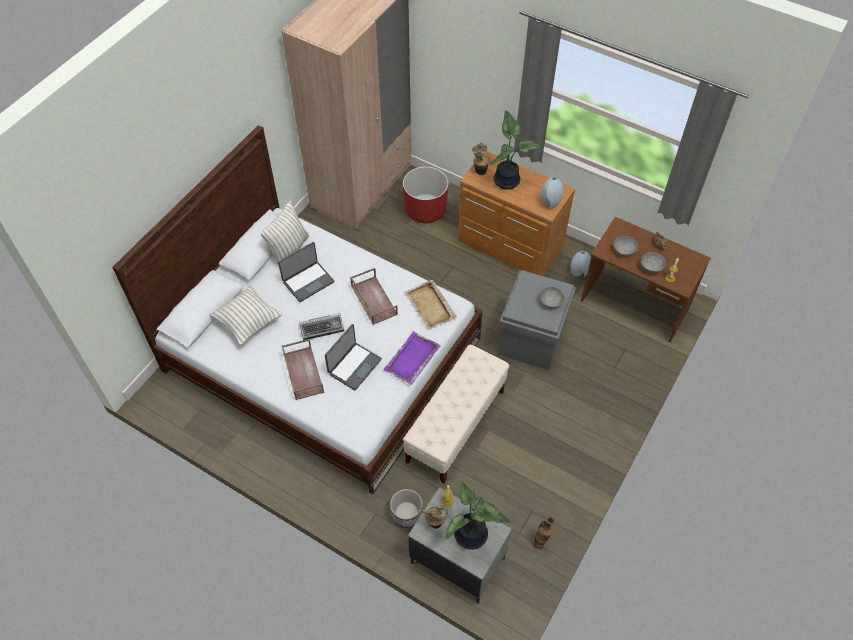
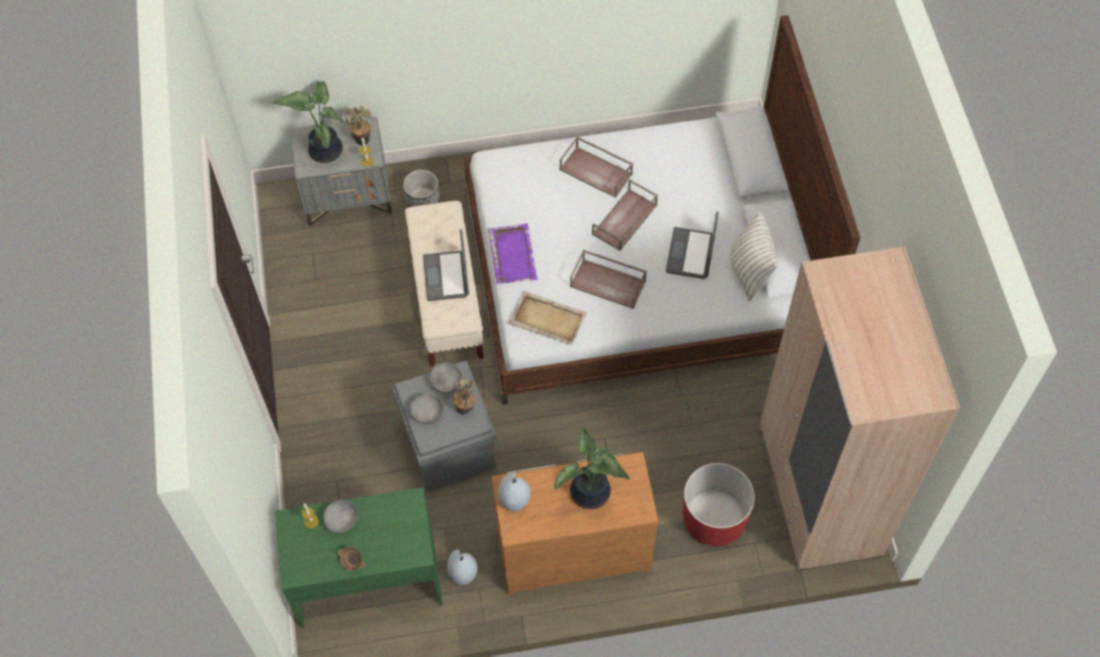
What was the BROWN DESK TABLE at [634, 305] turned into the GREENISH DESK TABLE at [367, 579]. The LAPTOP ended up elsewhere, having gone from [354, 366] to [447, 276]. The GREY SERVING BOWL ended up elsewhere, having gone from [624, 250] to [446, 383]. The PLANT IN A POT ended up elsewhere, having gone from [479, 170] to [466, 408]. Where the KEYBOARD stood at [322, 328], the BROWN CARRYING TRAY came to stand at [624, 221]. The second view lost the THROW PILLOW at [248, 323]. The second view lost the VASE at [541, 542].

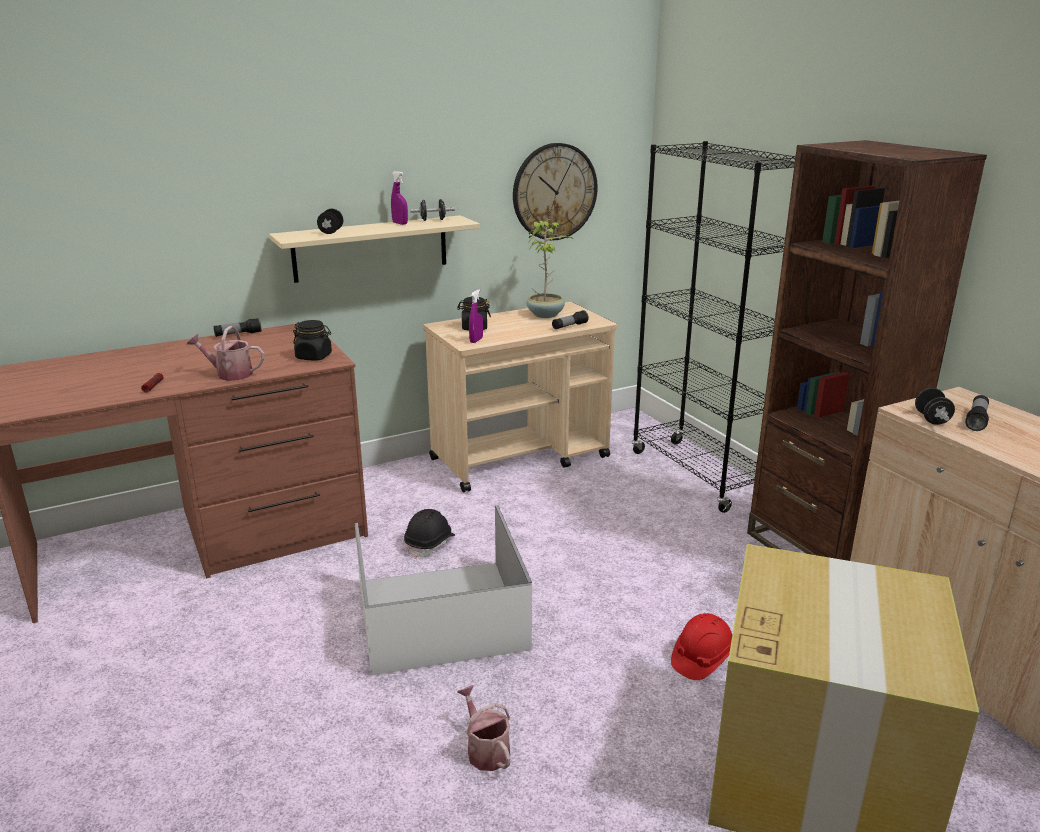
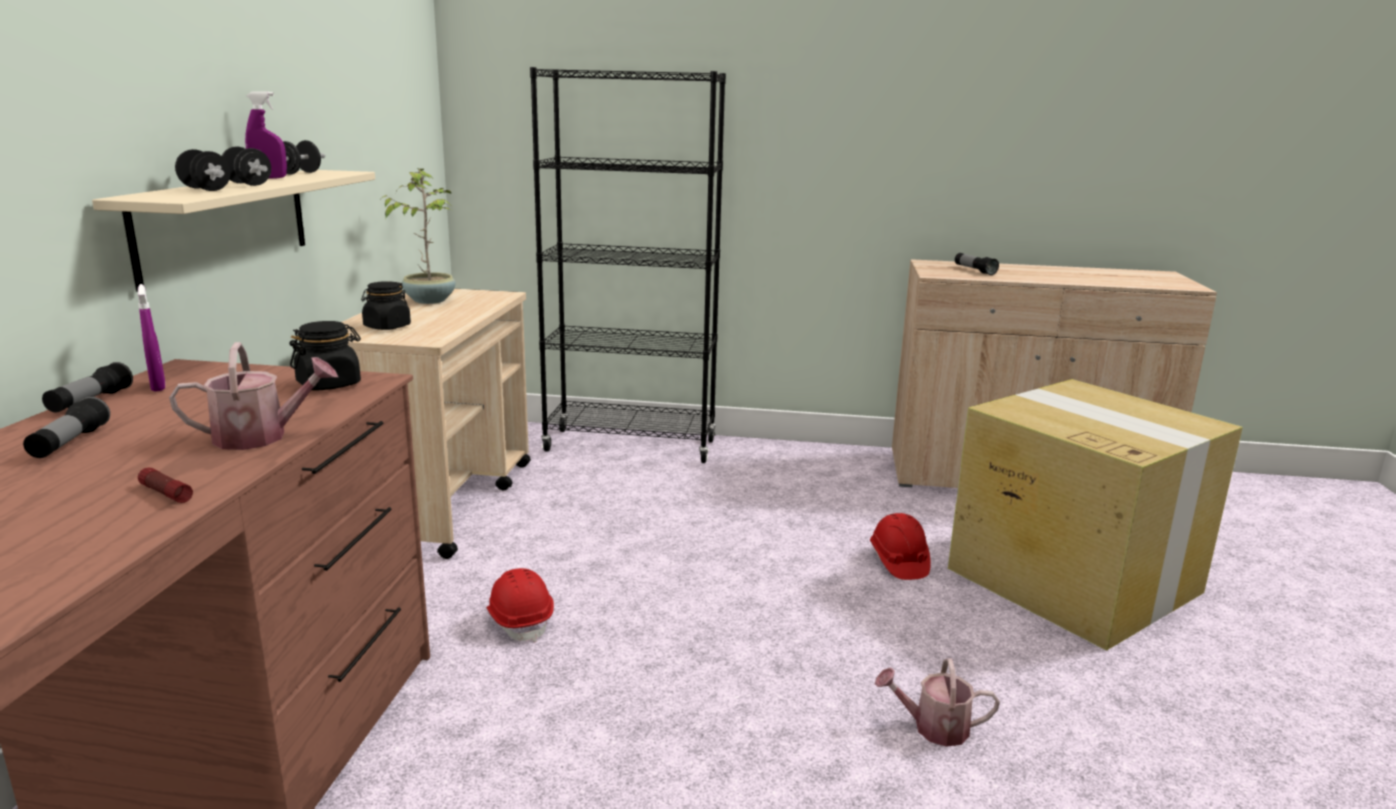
The TORCH ended up elsewhere, having gone from [569, 326] to [70, 443]. The PURPLISH SPRAY BOTTLE ended up elsewhere, having gone from [476, 340] to [158, 386]. The WATERING POT at [229, 374] ended up facing another way, 150 degrees counterclockwise from before. The BLACK FREE WEIGHT ended up elsewhere, having gone from [931, 419] to [248, 184]. What was the BLACK HARD HAT at [430, 544] turned into the RED-COLOURED HARD HAT at [520, 620]. The second view lost the WHITE-COLOURED STORAGE CONTAINER at [443, 614]. The second view lost the HANGING CLOCK at [554, 192]. The second view lost the BROWN BOOKSHELF at [819, 551].

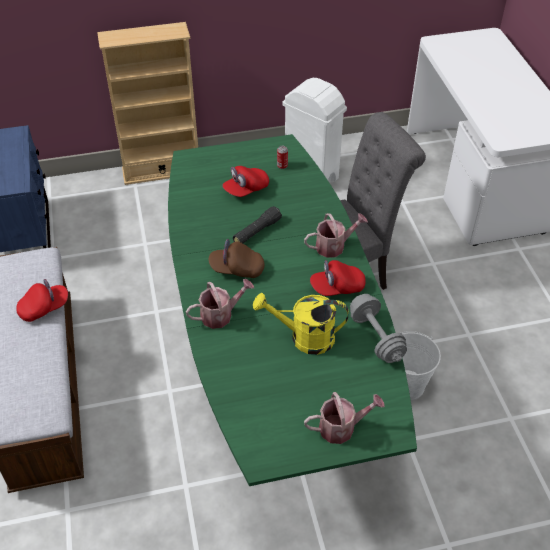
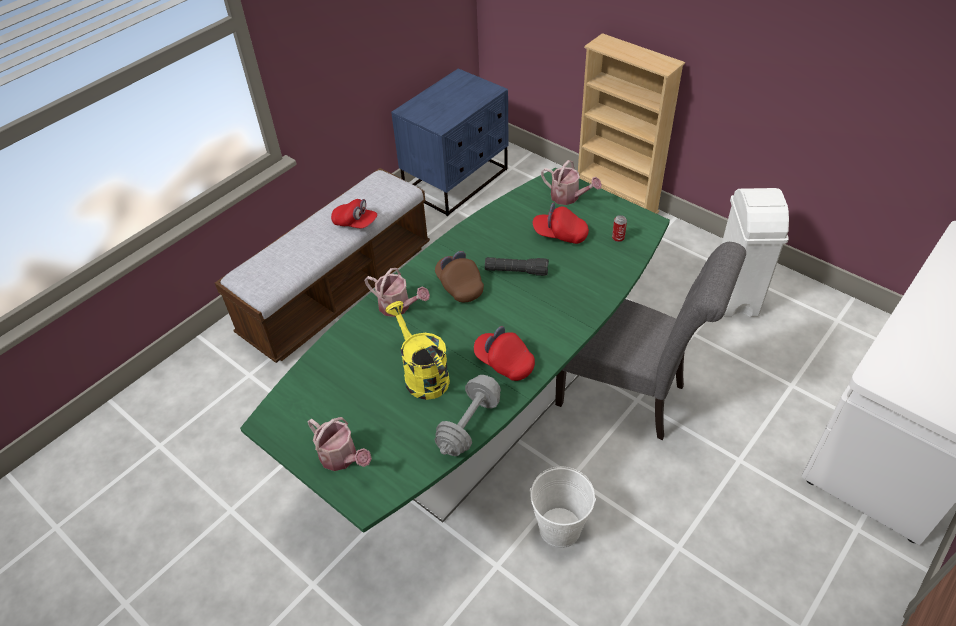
The WATERING POT ended up elsewhere, having gone from [334, 246] to [568, 197].

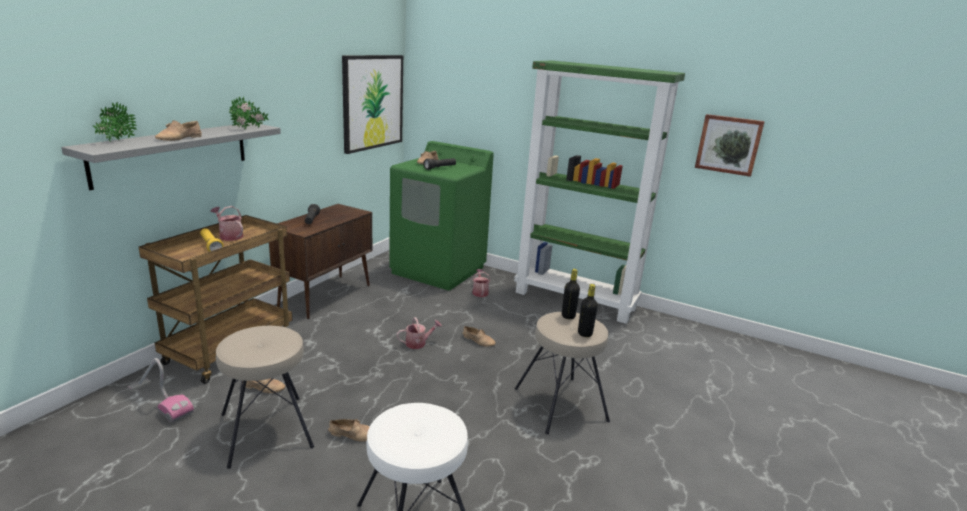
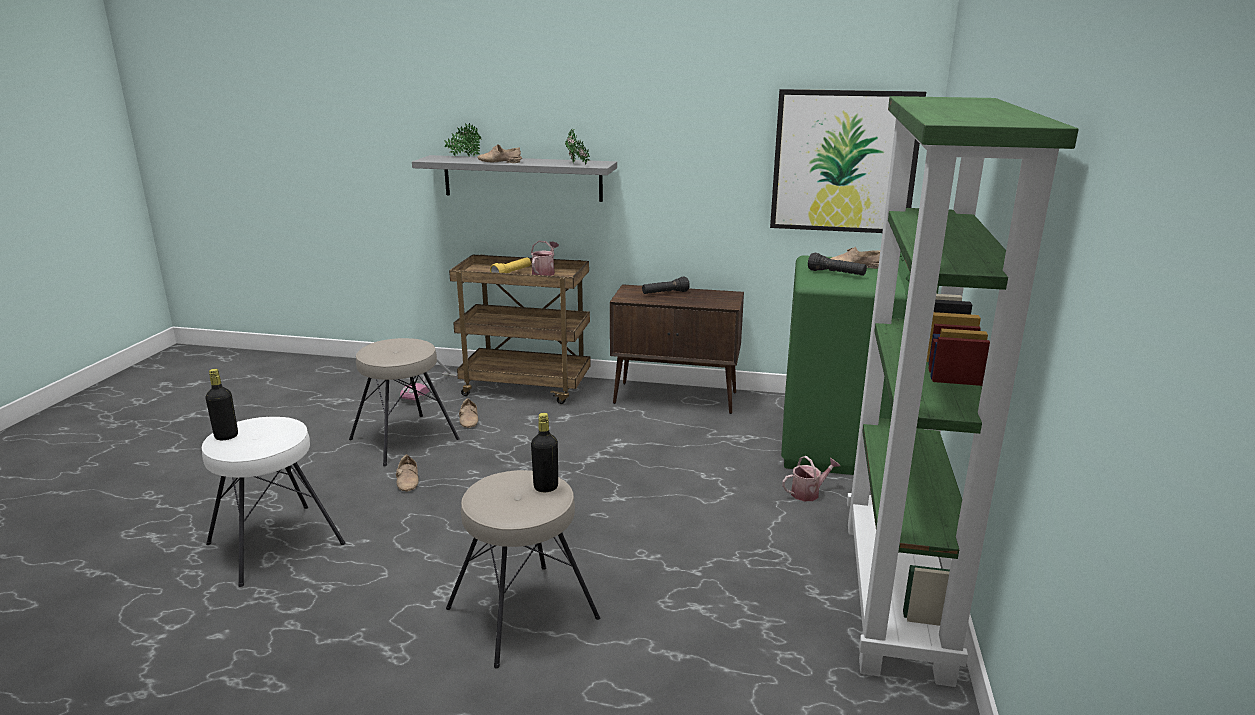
The BLACK DRINK BOTTLE ended up elsewhere, having gone from [585, 333] to [226, 436]. The second view lost the WATERING POT at [418, 343]. The second view lost the BEIGE LOW SHOE at [479, 340]. The second view lost the WALL ART at [728, 144].

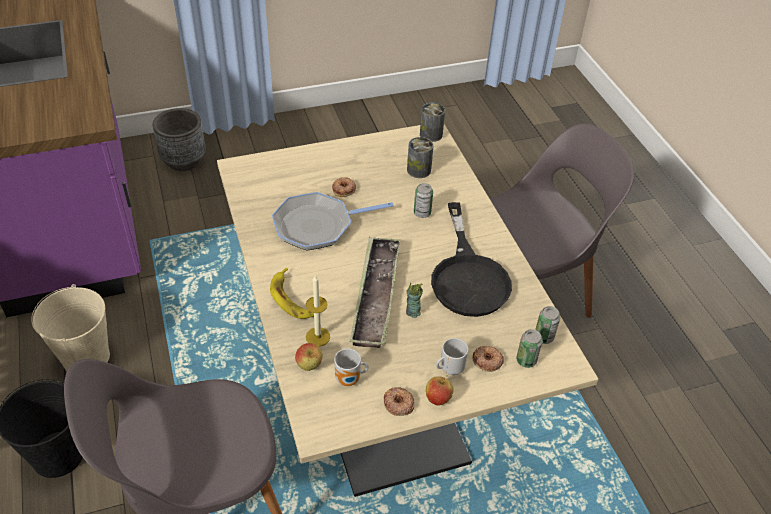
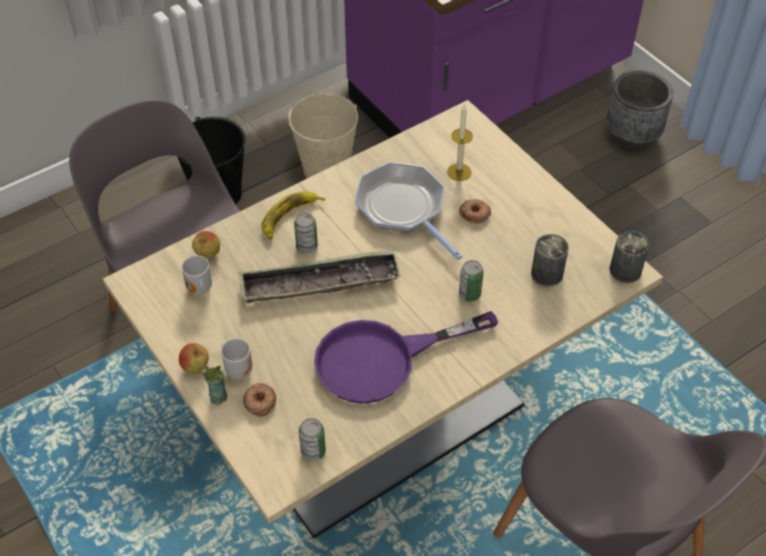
The CUP ended up elsewhere, having gone from [412, 312] to [218, 397]. The METAL CAN ended up elsewhere, having gone from [526, 360] to [307, 247]. What was the BLACK FRYING PAN at [468, 276] turned into the PURPLISH FRYING PAN at [382, 360]. The WAX CANDLE ended up elsewhere, having gone from [318, 337] to [459, 172]. The second view lost the RING DOUGHNUT at [398, 404].

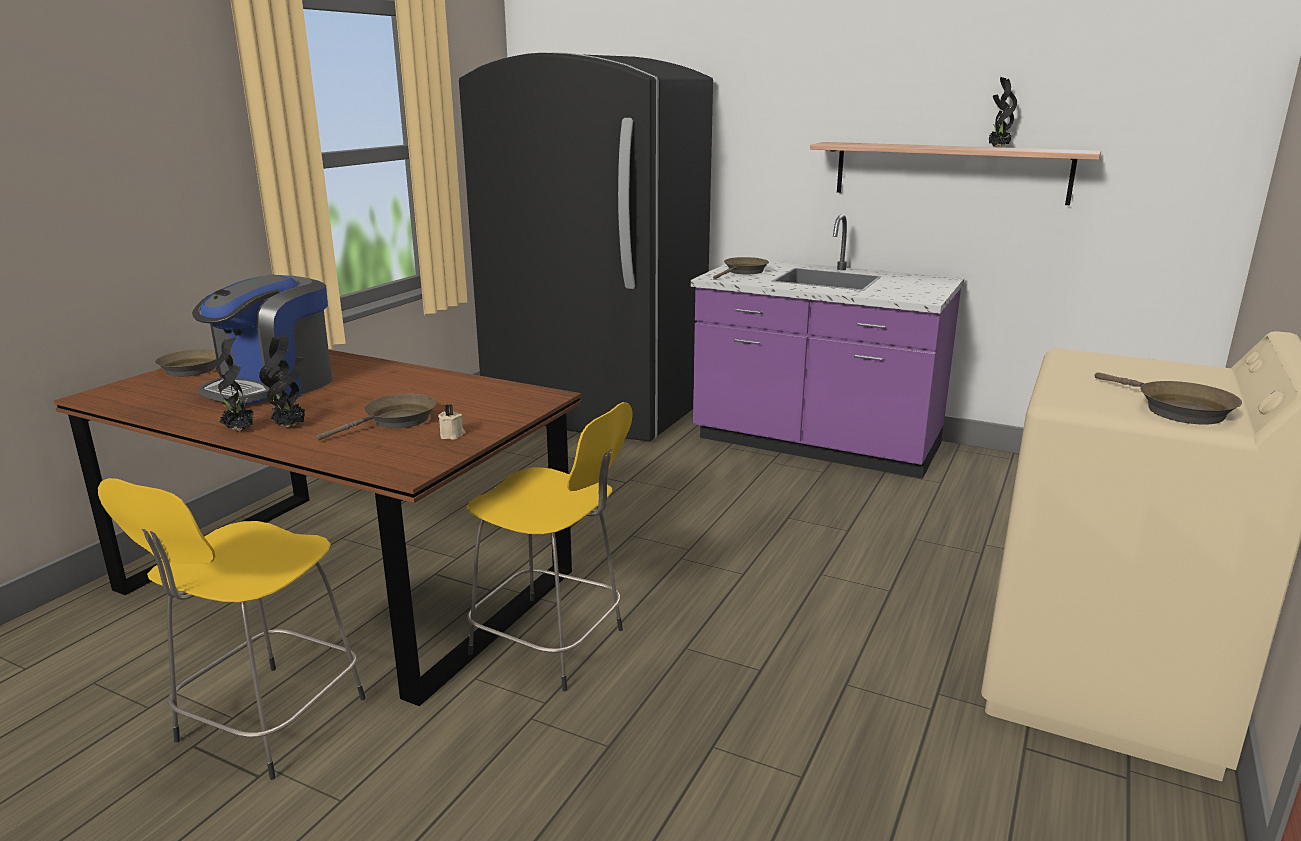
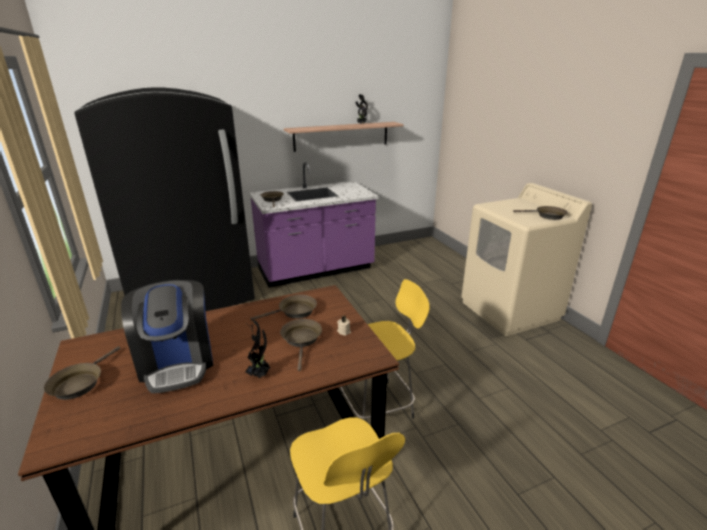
The second view gained the BROWN FRYING PAN at [294, 312]. The second view lost the PLANT IN A POT at [240, 430].

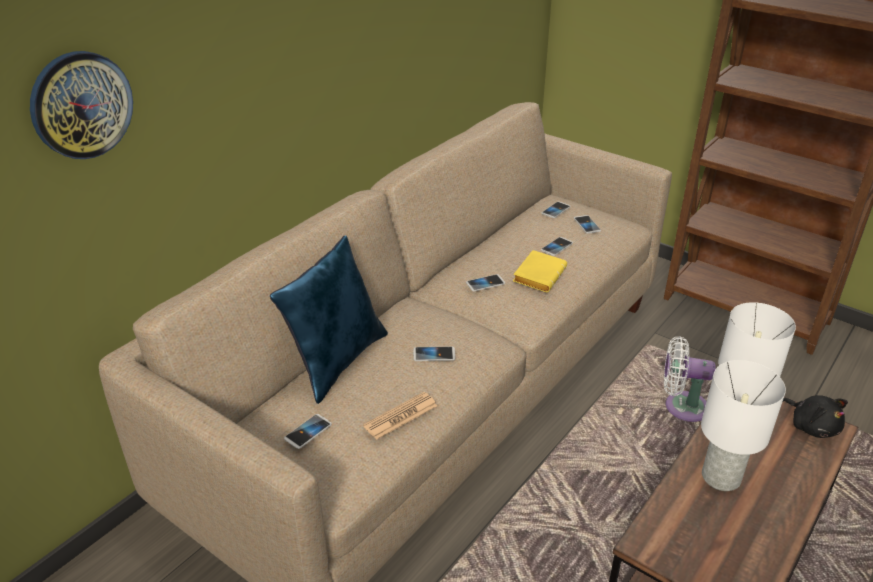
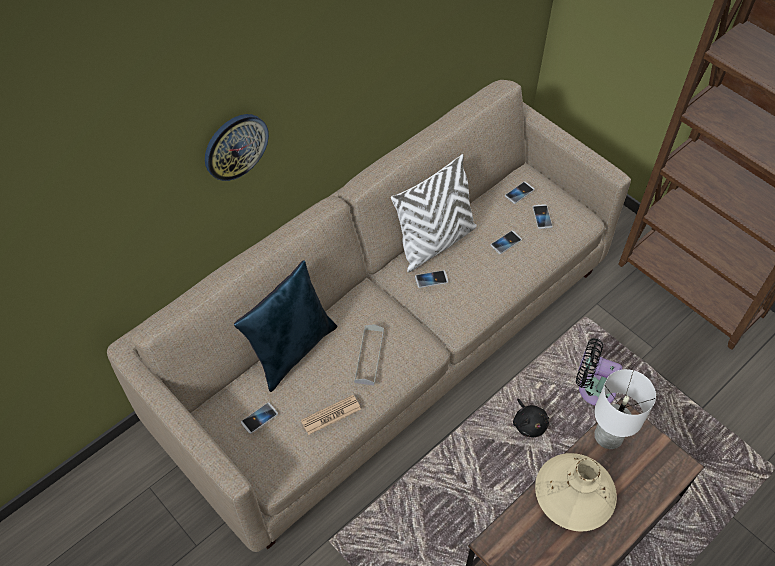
The HANGING CLOCK ended up elsewhere, having gone from [81, 105] to [235, 146]. Where the HANDSET stood at [434, 355], the GREY CARRYING TRAY came to stand at [369, 356]. The second view gained the WHITE-COLOURED THROW PILLOW at [435, 242]. The BLACK CUDDLY TOY ended up elsewhere, having gone from [812, 426] to [529, 423]. Where the WHITE-COLOURED LAMP FOR A TABLE stood at [722, 477], the BEIGE VASE came to stand at [573, 497]. What was the WHITE-COLOURED FAN at [681, 407] turned into the BLACK FAN at [592, 388]. The second view lost the YELLOWISH VOLUME at [538, 275].

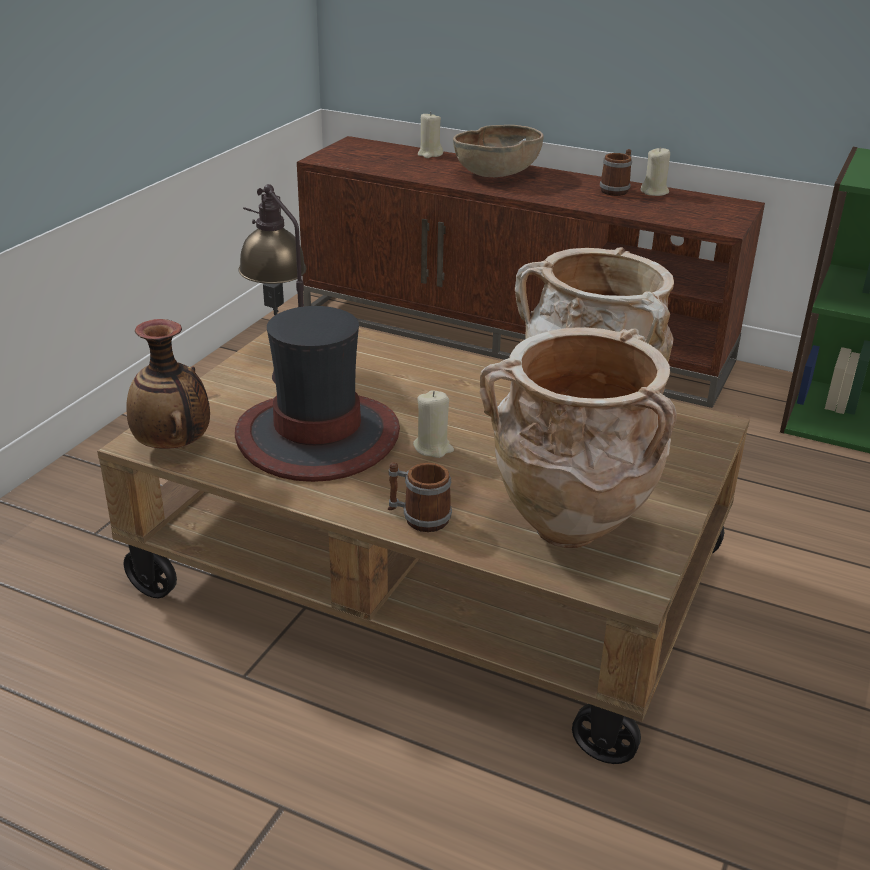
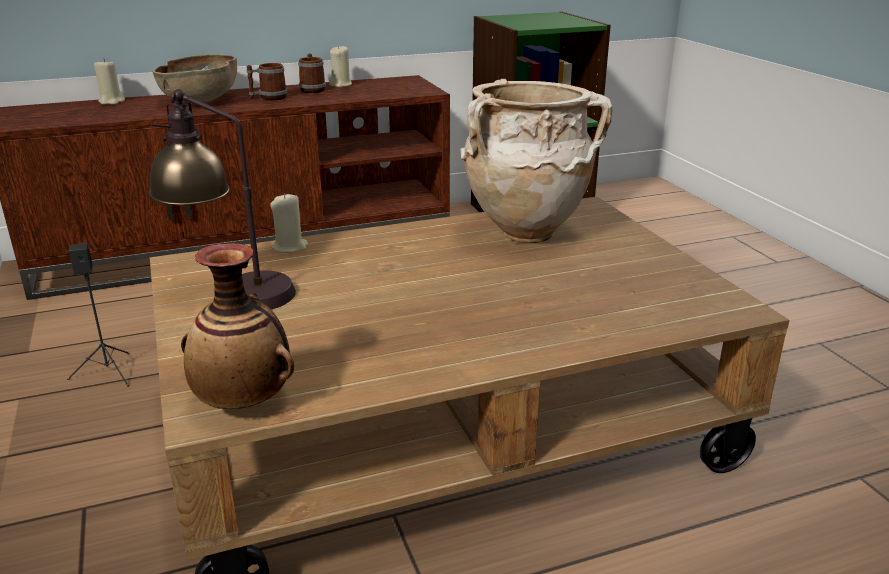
The TEA MUG ended up elsewhere, having gone from [418, 517] to [268, 98]. The BEIGE WAX CANDLE ended up elsewhere, having gone from [433, 448] to [290, 247]. The second view lost the CLOTHING HAT at [318, 437]. The second view lost the BEIGE VASE at [572, 528].

